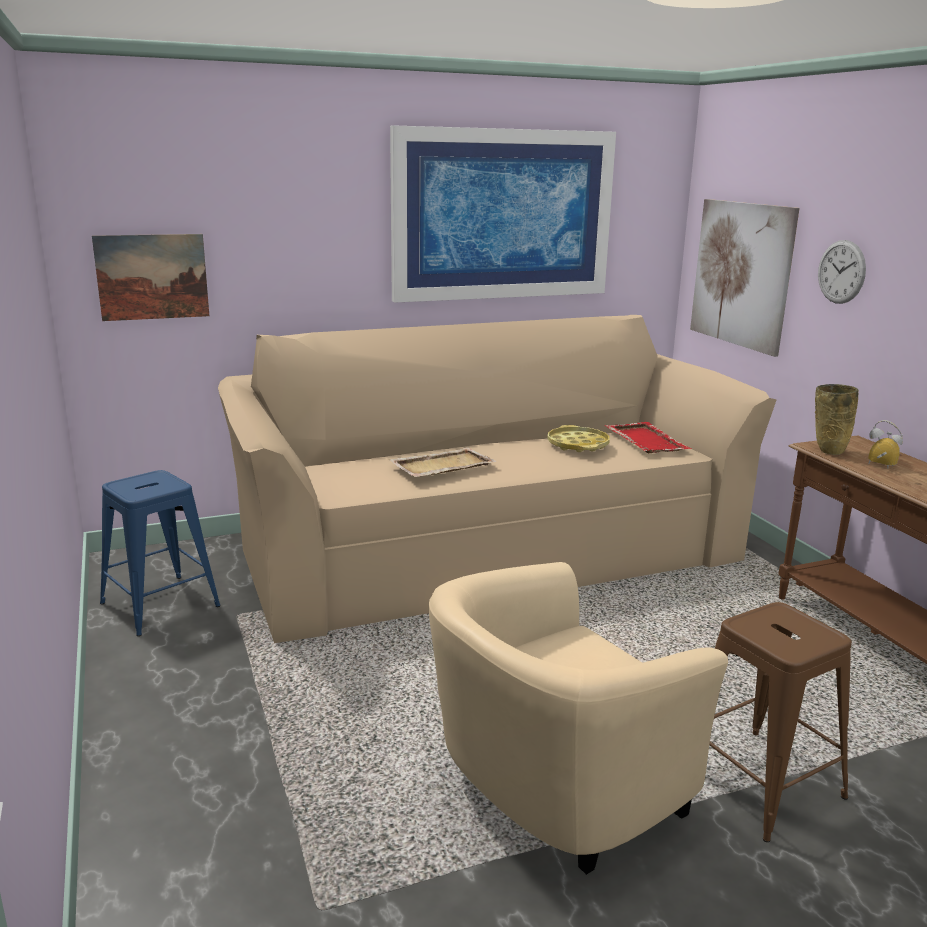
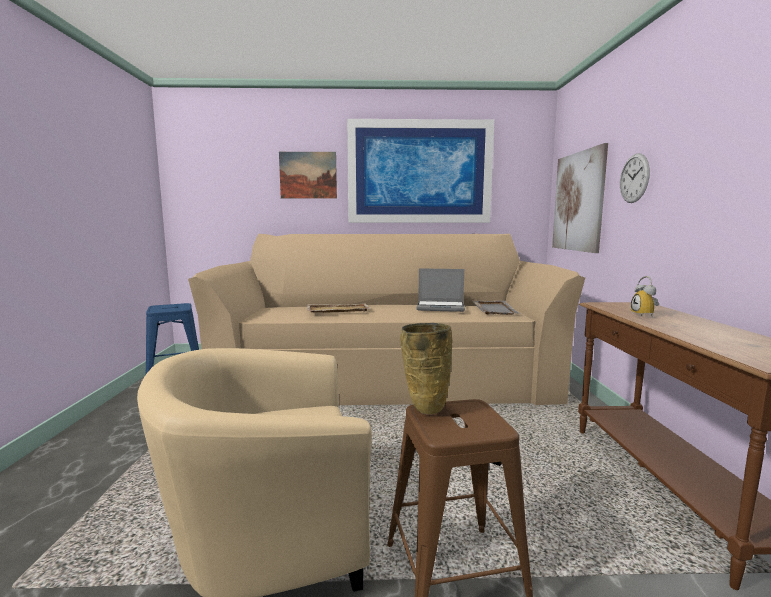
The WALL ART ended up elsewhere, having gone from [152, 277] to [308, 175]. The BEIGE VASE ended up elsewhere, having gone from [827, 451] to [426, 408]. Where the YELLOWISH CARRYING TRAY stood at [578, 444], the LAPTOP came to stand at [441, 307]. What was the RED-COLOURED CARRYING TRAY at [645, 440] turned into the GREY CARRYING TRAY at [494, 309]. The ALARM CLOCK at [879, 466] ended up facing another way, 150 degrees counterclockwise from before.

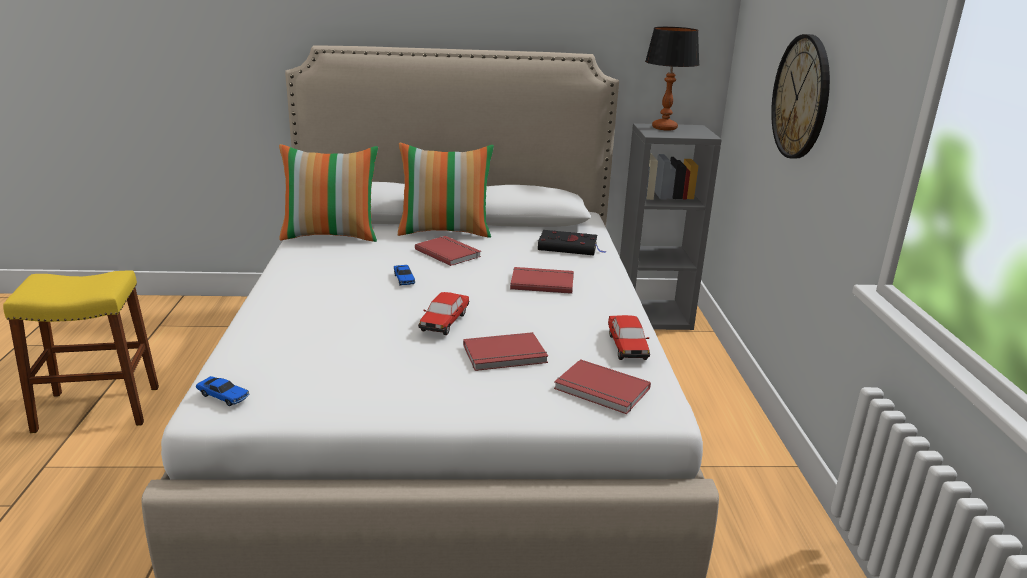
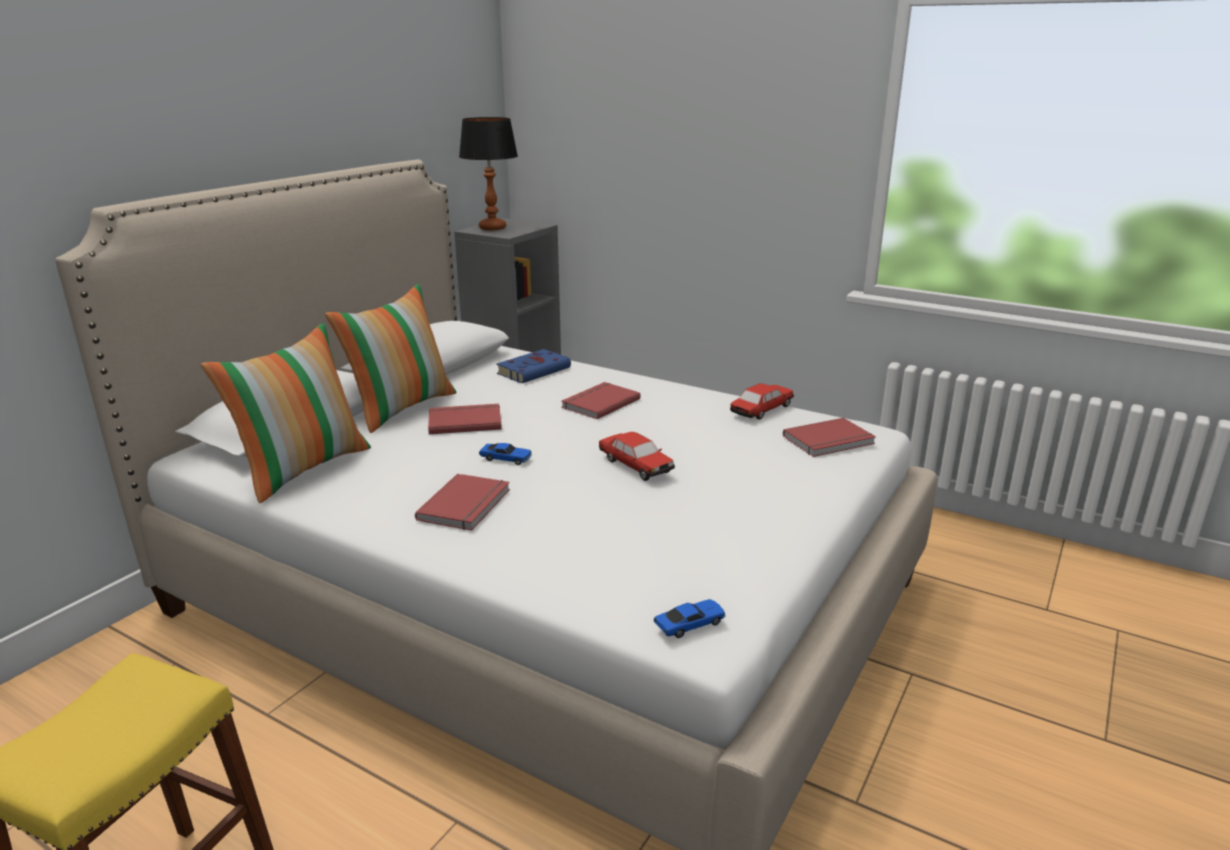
The RED-COLOURED VOLUME ended up elsewhere, having gone from [506, 355] to [467, 505]. What was the BLACK VOLUME at [569, 247] turned into the BLUISH VOLUME at [535, 370]. The MINIATURE CAR at [626, 346] ended up facing another way, 75 degrees counterclockwise from before. The second view lost the HANGING CLOCK at [801, 97].

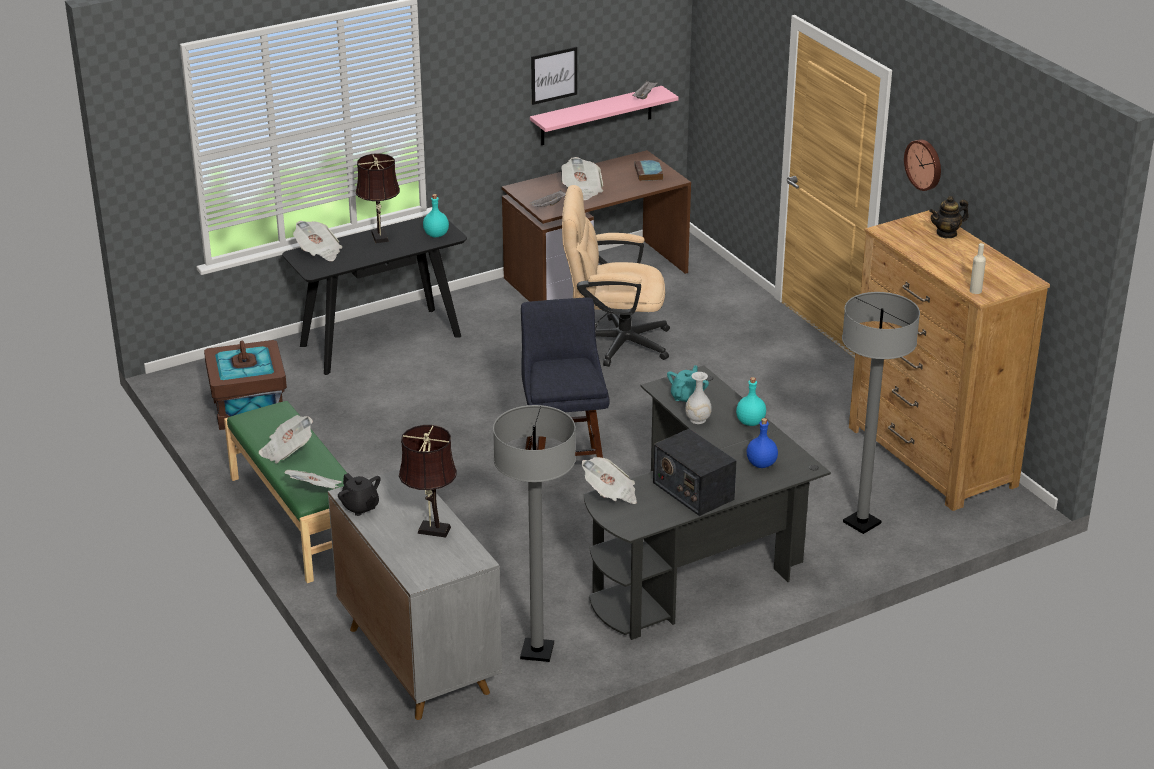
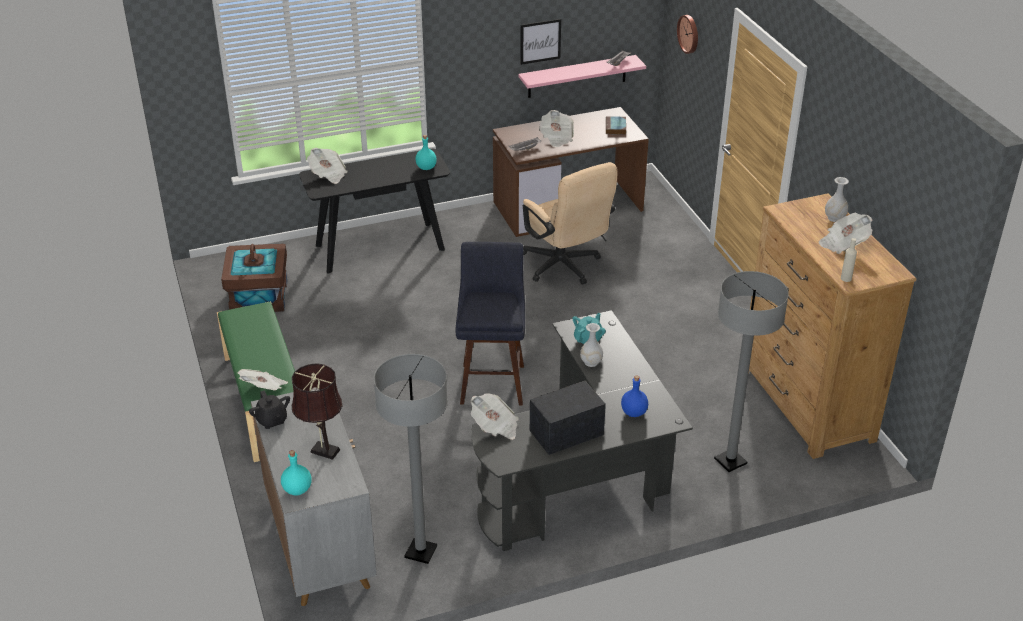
The BLUE-GREEN DRINK BOTTLE ended up elsewhere, having gone from [750, 422] to [297, 490]. The BEIGE COMPUTER CHAIR at [613, 342] ended up facing another way, 135 degrees counterclockwise from before. The RADIO SET at [693, 491] ended up facing another way, 90 degrees clockwise from before. The HANGING CLOCK ended up elsewhere, having gone from [924, 164] to [689, 34]. The PRINTED PAPER ended up elsewhere, having gone from [287, 451] to [843, 244]. Where the TEA POT stood at [947, 233], the WHITE-COLOURED VASE came to stand at [835, 218]. The second view lost the BROWN LAMP FOR A TABLE at [380, 238].

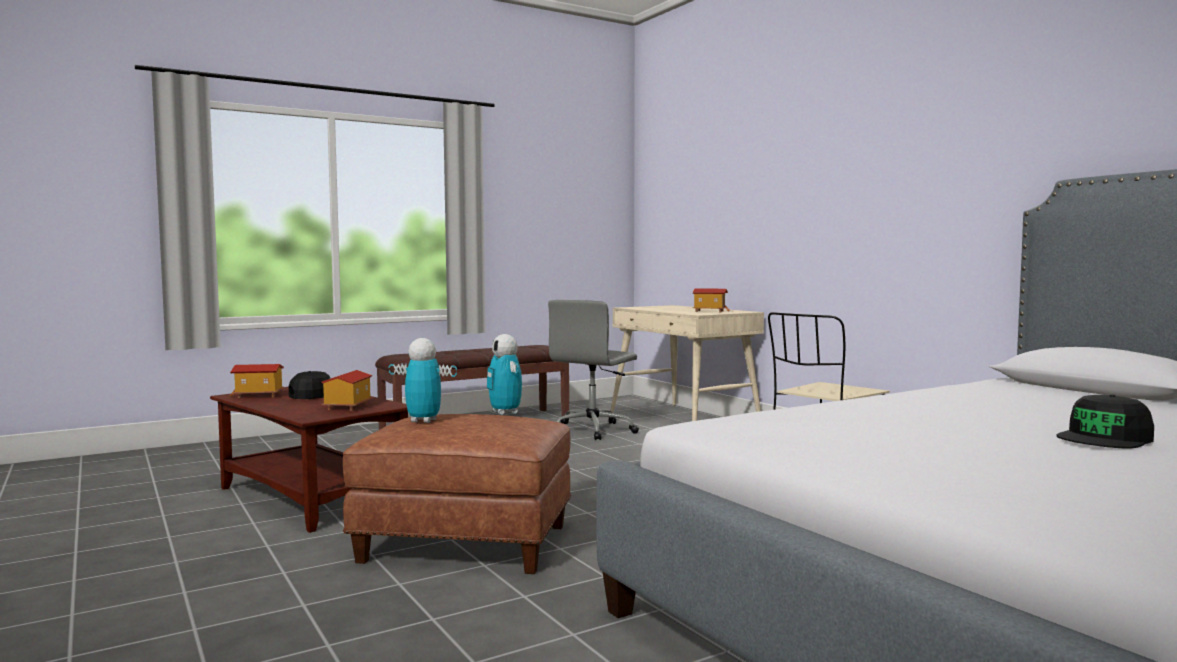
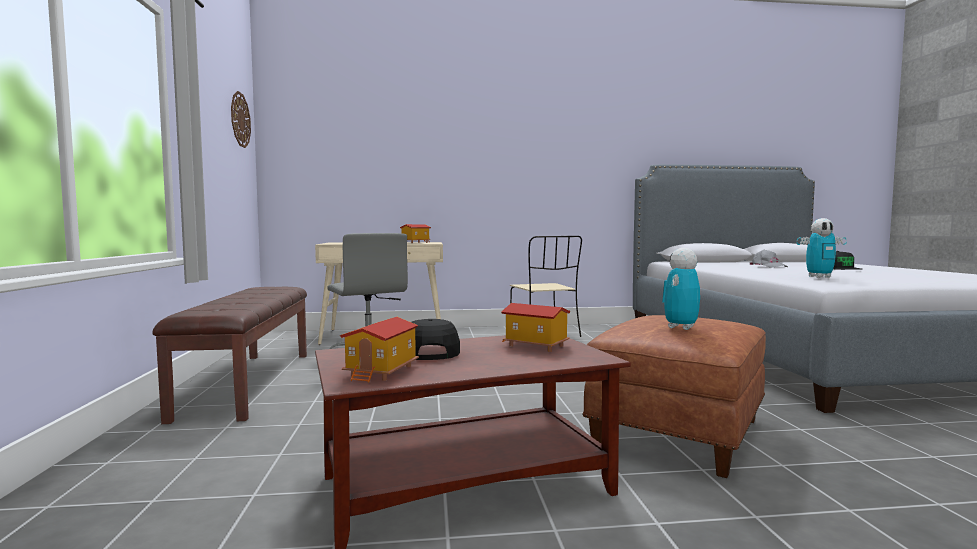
The second view gained the HANGING CLOCK at [240, 119]. The second view gained the GREY CAP at [768, 266]. The ROBOT FIGURE ended up elsewhere, having gone from [505, 412] to [819, 277].

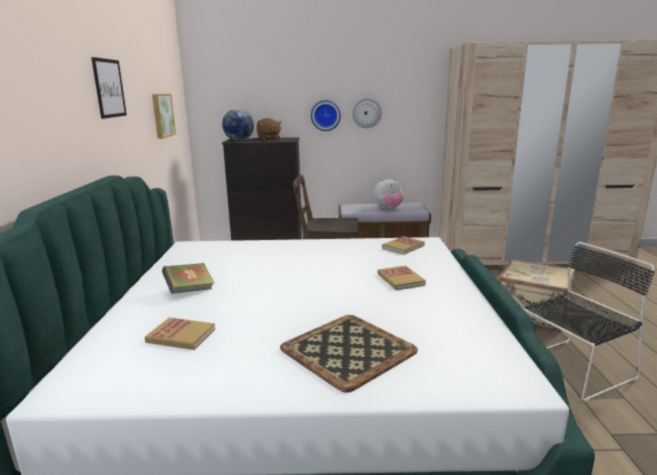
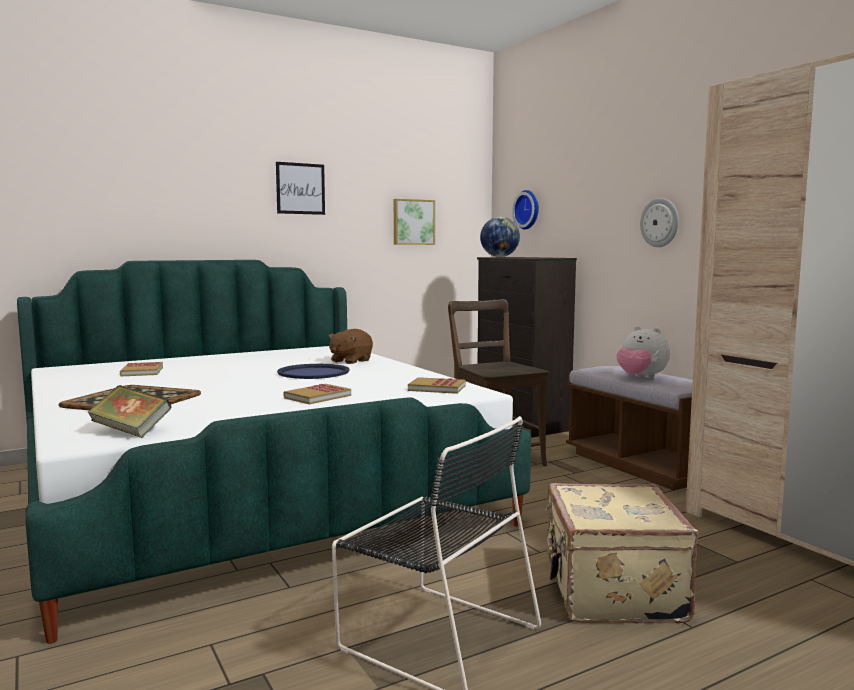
The VOLUME ended up elsewhere, having gone from [190, 291] to [131, 431]. The second view gained the BLUISH CARRYING TRAY at [313, 373]. The BROWN CUDDLY TOY ended up elsewhere, having gone from [268, 139] to [350, 361]. The HANGING CLOCK ended up elsewhere, having gone from [325, 115] to [528, 210].

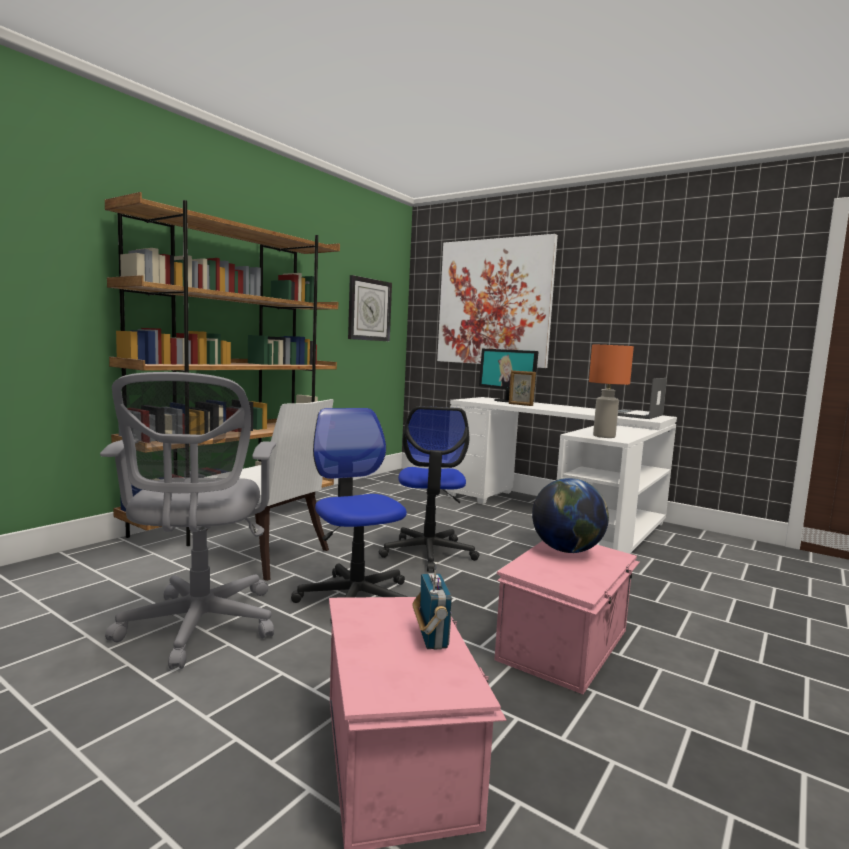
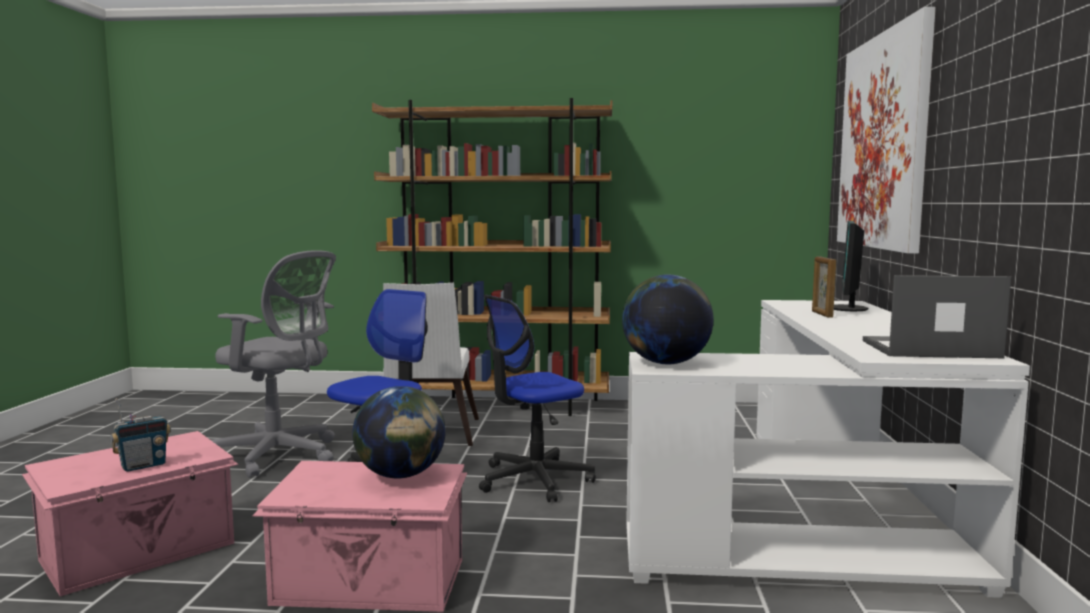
The GREY COMPUTER CHAIR at [198, 628] ended up facing another way, 120 degrees counterclockwise from before. Where the ORANGE LAMP FOR A TABLE stood at [603, 436], the WORLD GLOBE came to stand at [665, 363]. The second view lost the HANGING CLOCK at [369, 310].

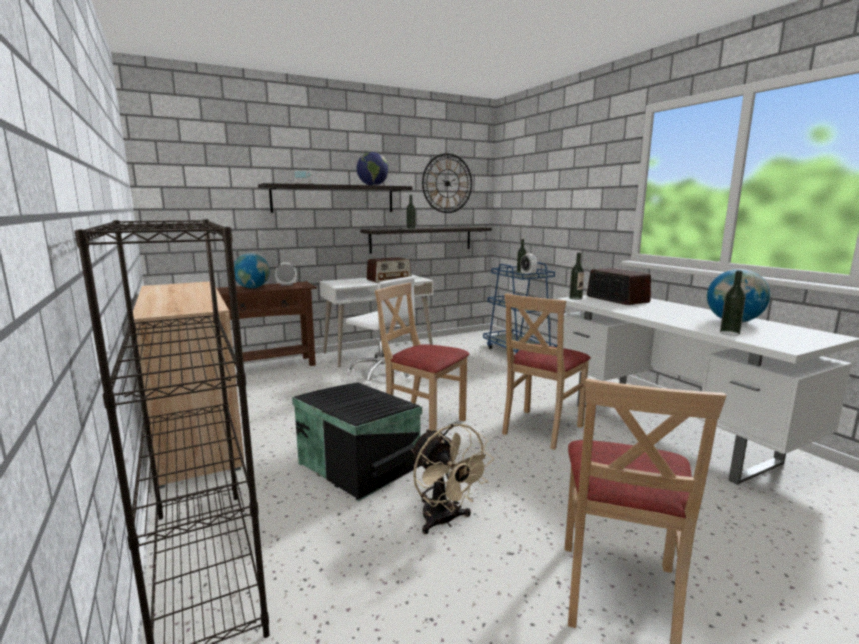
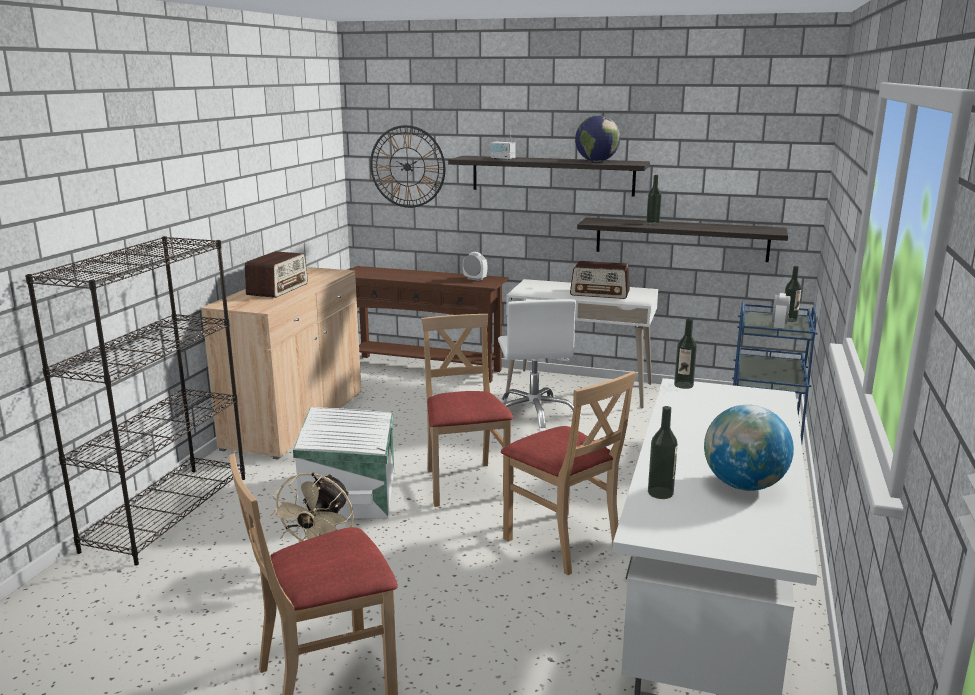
The RADIO SET ended up elsewhere, having gone from [616, 299] to [278, 289]. What was the BLACK STORAGE CONTAINER at [359, 463] turned into the WHITE-COLOURED STORAGE CONTAINER at [352, 493]. The HANGING CLOCK ended up elsewhere, having gone from [447, 183] to [407, 167]. The BEIGE CHAIR at [541, 428] ended up facing another way, 120 degrees counterclockwise from before. The second view lost the WORLD GLOBE at [252, 288].

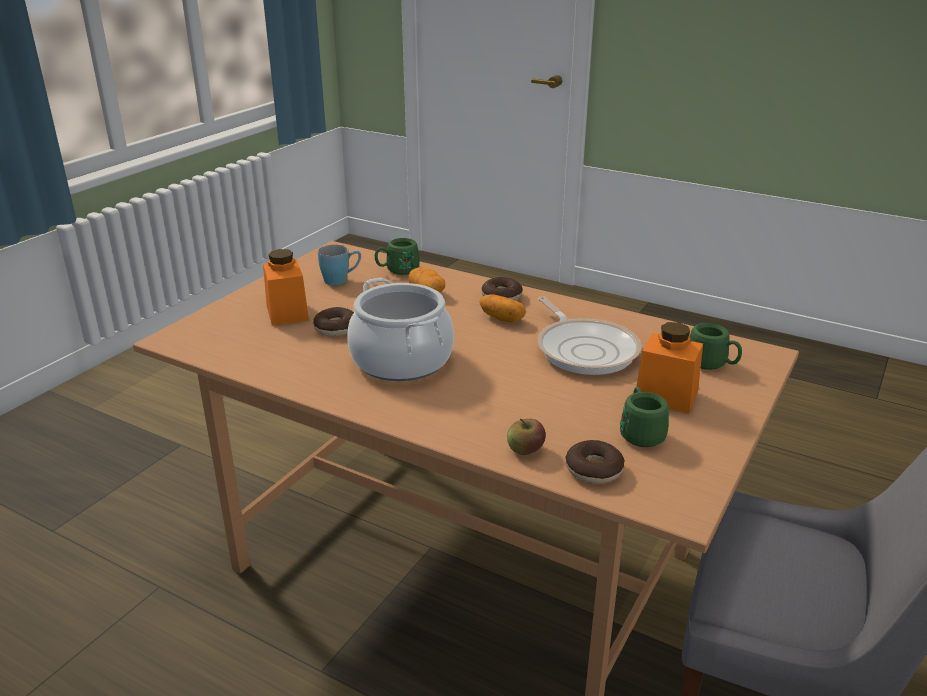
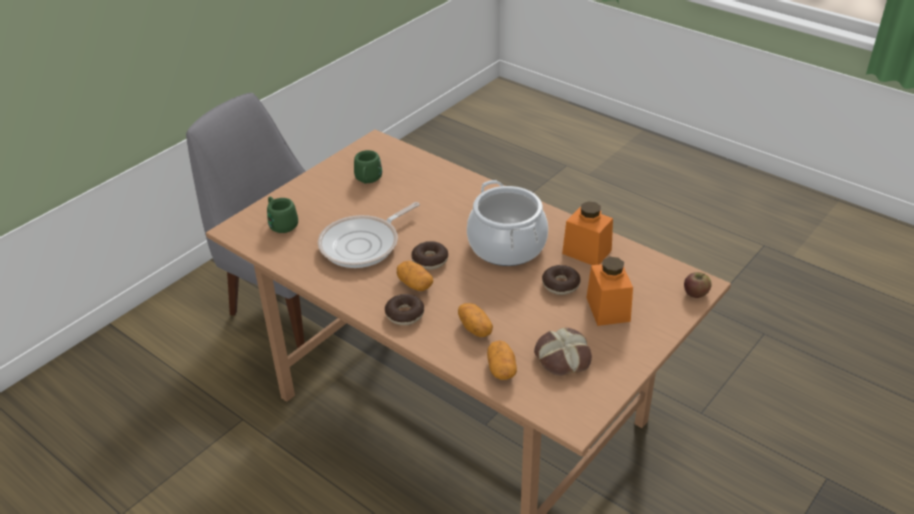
The FRYING PAN at [585, 349] ended up facing another way, 120 degrees counterclockwise from before. The RING DOUGHNUT ended up elsewhere, having gone from [594, 470] to [430, 260]. Where the GREENISH TEA MUG stood at [397, 271], the WHOLE POTATO came to stand at [501, 369]. Where the BLUISH TEA MUG stood at [341, 280], the BREAD came to stand at [562, 357]. The ORANGE STORAGE JAR ended up elsewhere, having gone from [666, 396] to [586, 252]. The APPLE FRUIT ended up elsewhere, having gone from [525, 450] to [696, 293].

